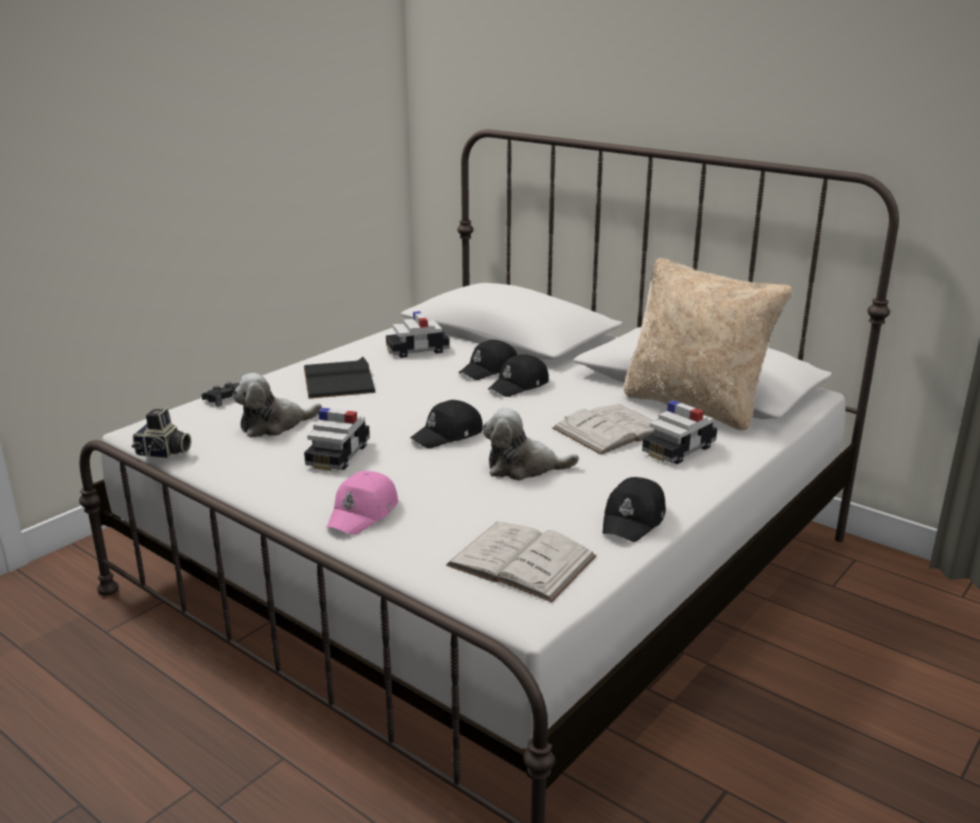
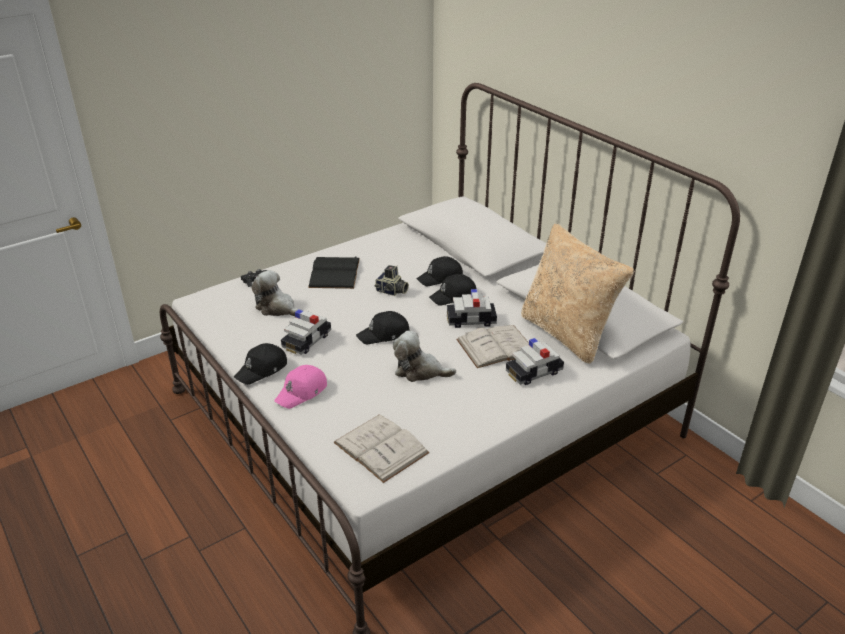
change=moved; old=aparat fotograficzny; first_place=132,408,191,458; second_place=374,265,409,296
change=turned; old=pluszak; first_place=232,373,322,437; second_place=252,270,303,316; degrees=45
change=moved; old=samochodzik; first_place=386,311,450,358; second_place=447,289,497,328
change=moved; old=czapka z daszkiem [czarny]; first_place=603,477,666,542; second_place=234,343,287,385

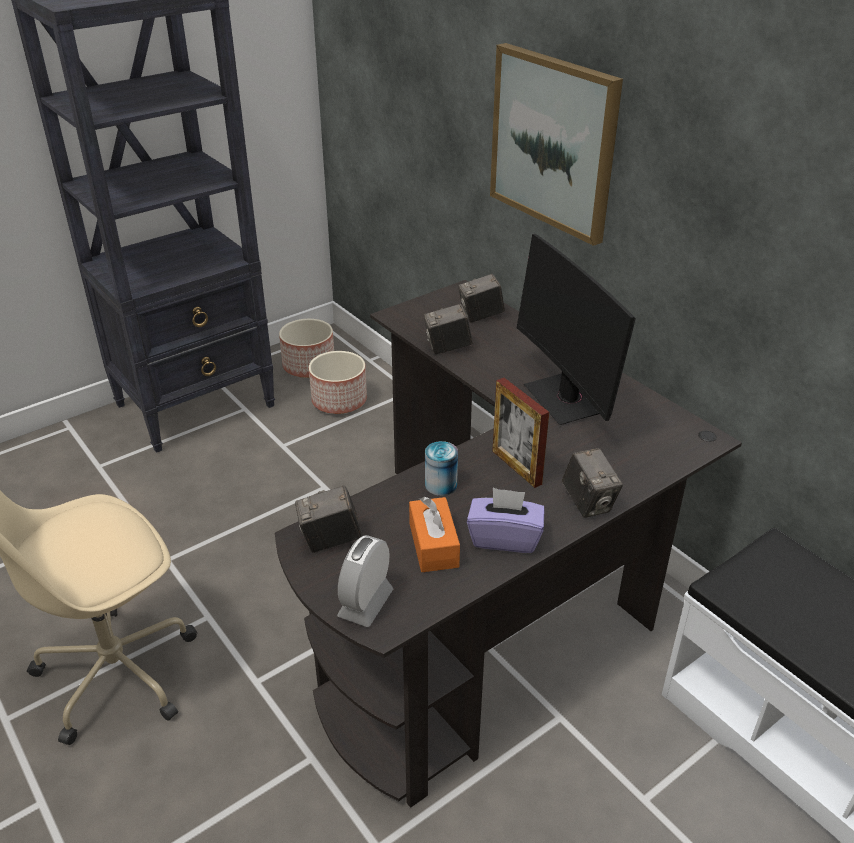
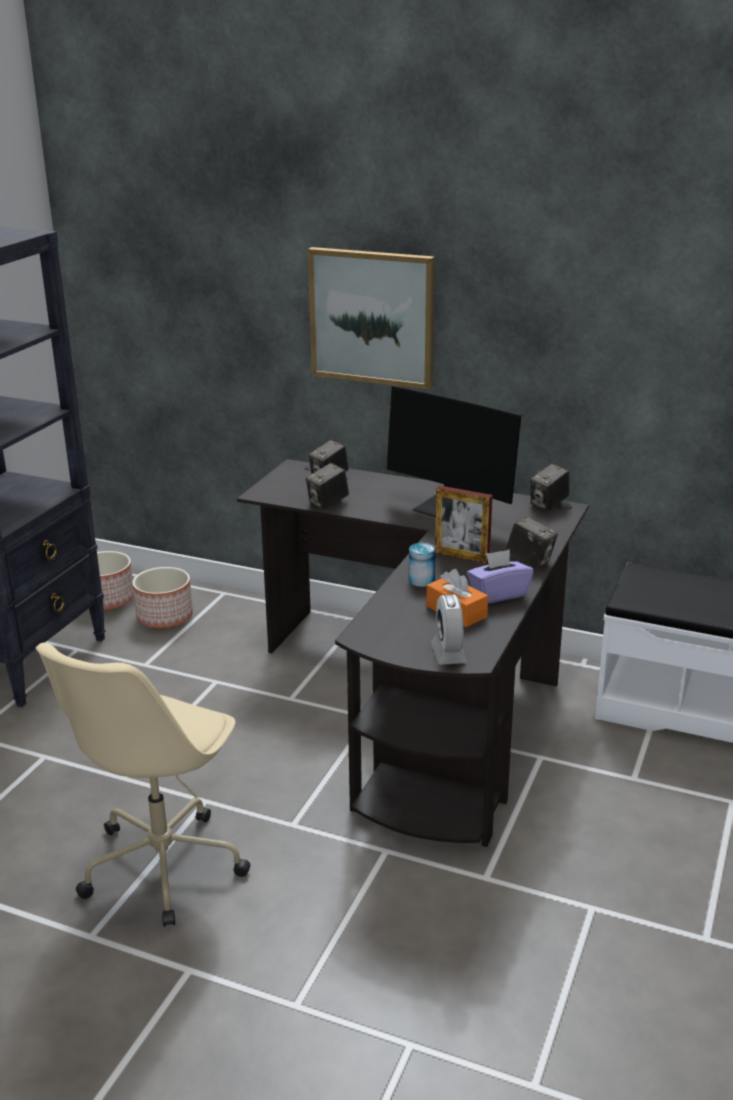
change=moved; old=aparat fotograficzny; first_place=295,485,362,553; second_place=530,463,569,511

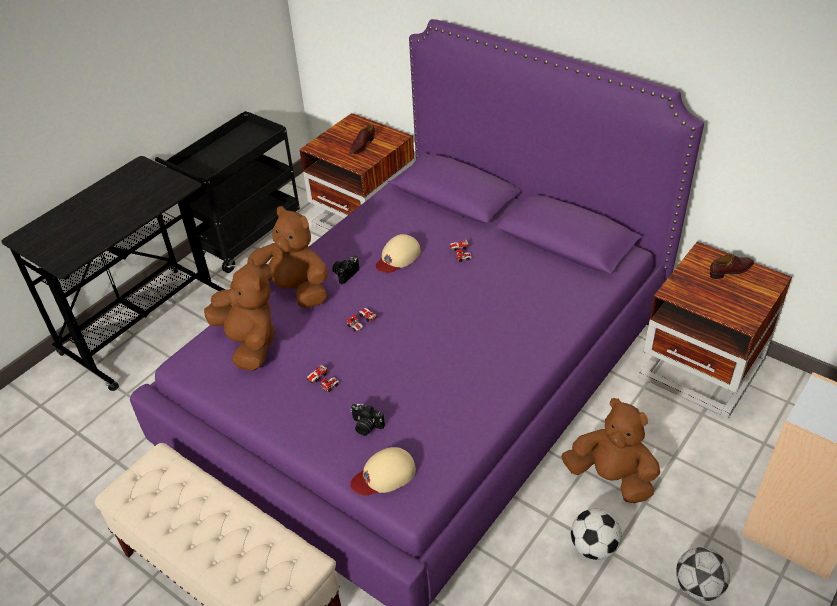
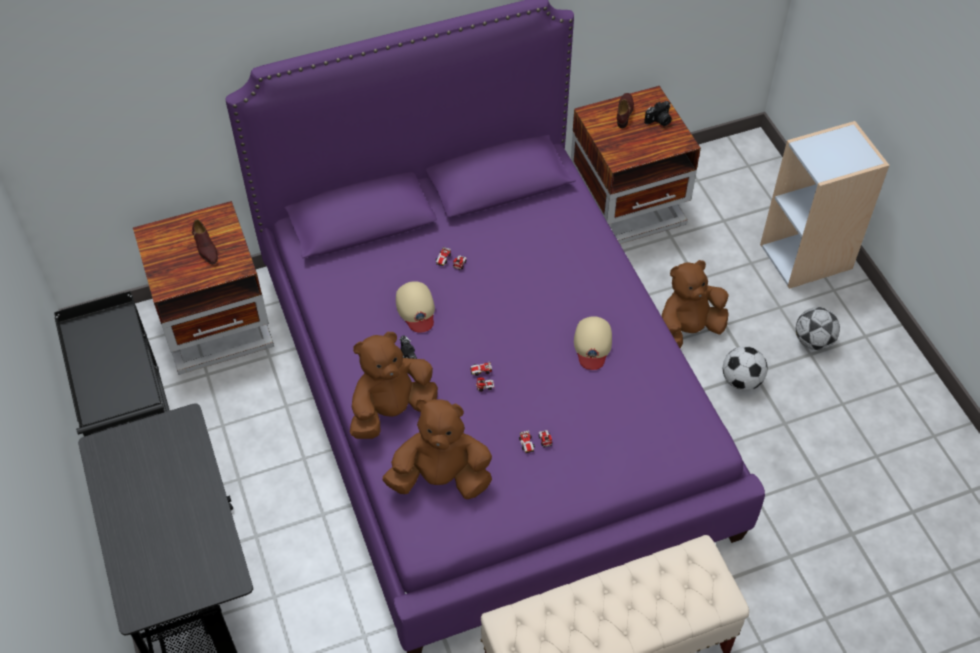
change=moved; old=czapka z daszkiem [beżowy]; first_place=350,447,416,496; second_place=574,316,612,370
change=moved; old=aparat fotograficzny; first_place=351,404,385,436; second_place=644,101,672,126

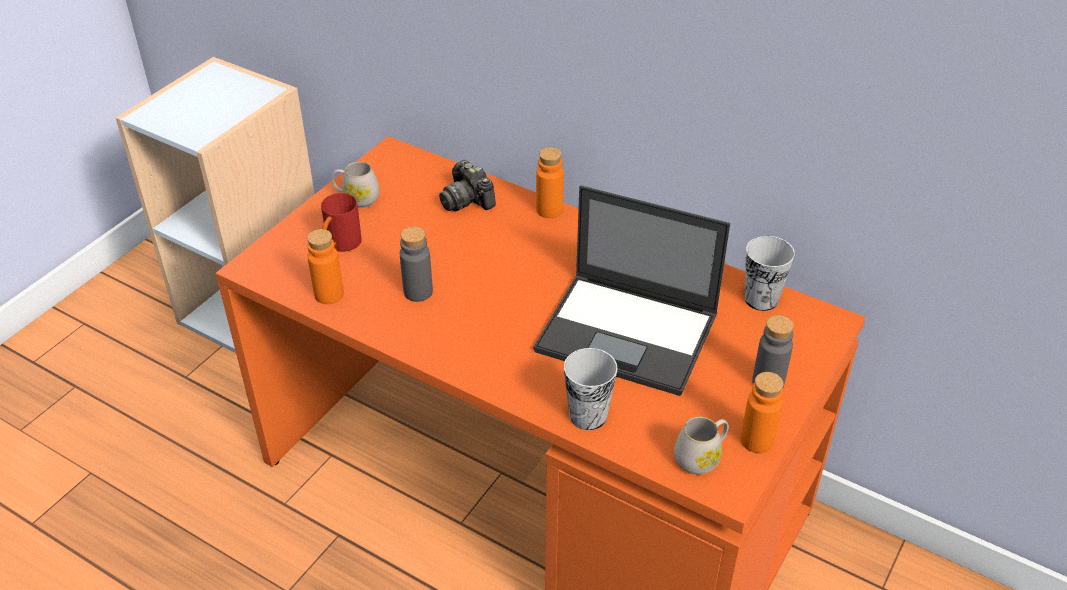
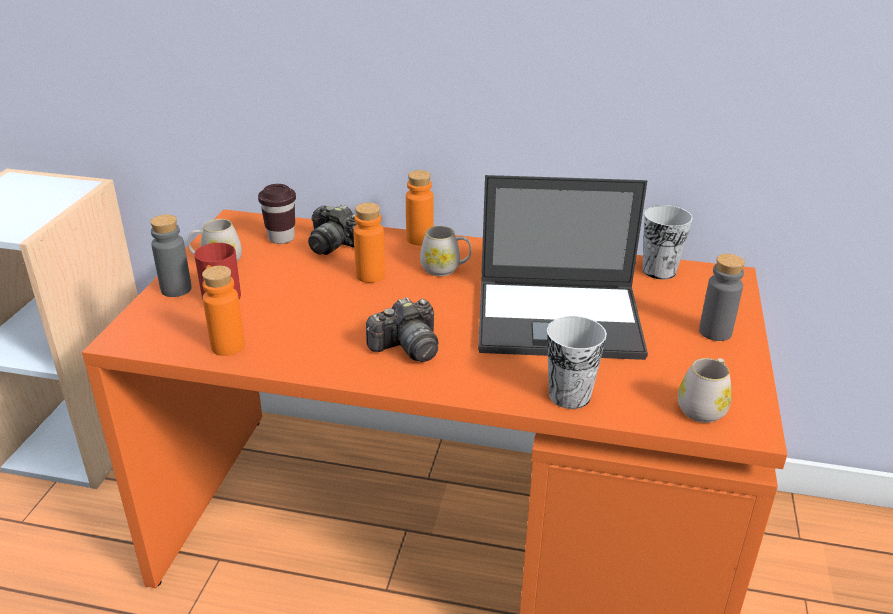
change=moved; old=butelka [szary]; first_place=400,227,433,302; second_place=150,215,192,297
change=moved; old=butelka [pomarańczowy]; first_place=740,372,784,453; second_place=353,203,385,283
change=added; new=filiżanka [brązowy]; second_place=258,184,296,244
change=added; new=aparat fotograficzny; second_place=366,297,438,362
change=added; new=kubek [biały]; second_place=420,226,471,276

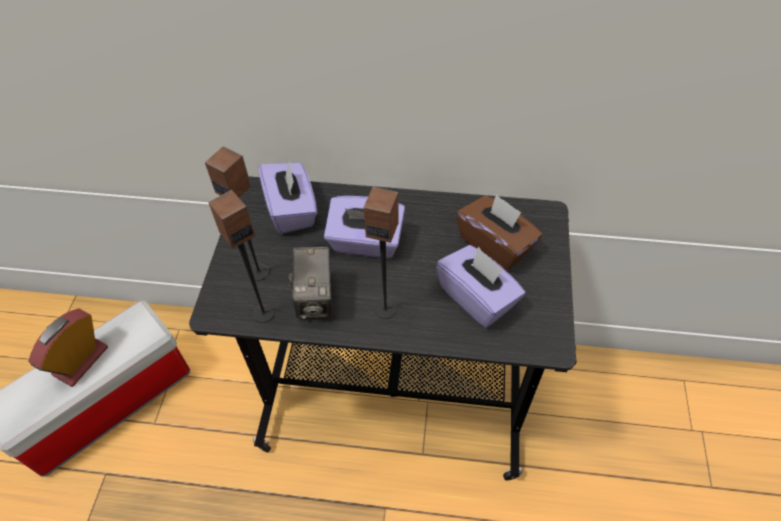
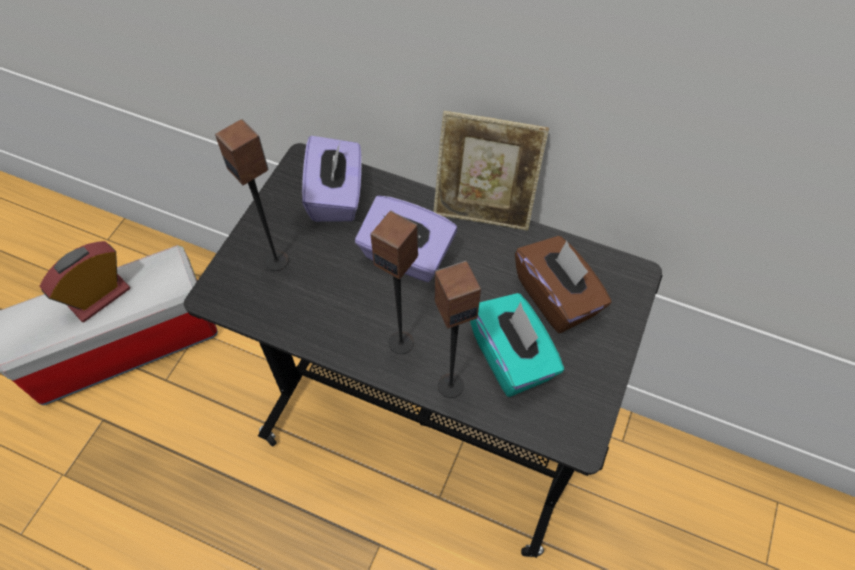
change=moved; old=głośnik; first_place=208,190,275,323; second_place=435,261,481,398
change=removed; old=aparat fotograficzny; first_place=289,247,332,319
change=recoloured; old=pudełko chusteczek [fioletowy]; new=pudełko chusteczek [turkusowy]; first_place=436,245,525,328; second_place=470,293,564,397
change=added; new=ramka na zdjęcie; second_place=433,111,549,231

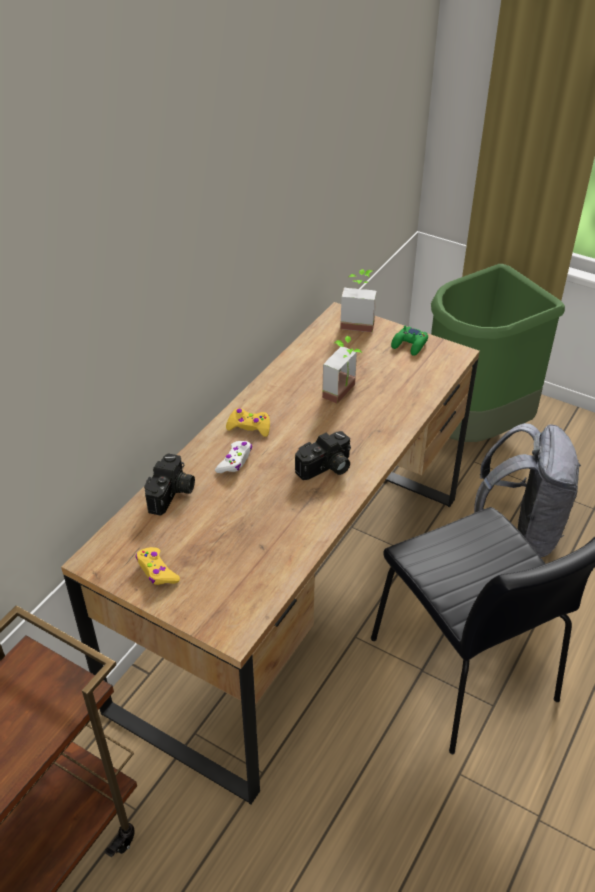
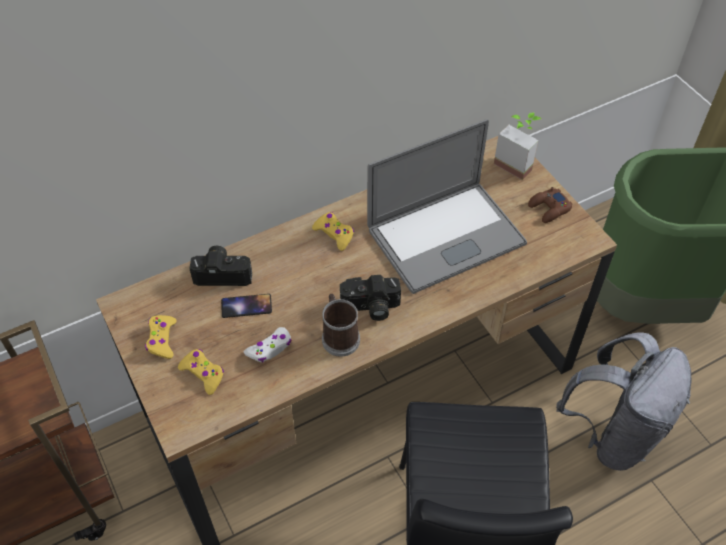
change=turned; old=aparat fotograficzny; first_place=144,454,195,516; second_place=189,246,252,286; degrees=-135
change=moved; old=pad do gier [biały]; first_place=215,441,252,473; second_place=244,327,292,362
change=replaced; old=roślina doniczkowa; new=laptop; first_place=322,336,362,404; second_place=367,119,527,294
change=recoloured; old=pad do gier [zielony]; new=pad do gier [brązowy]; first_place=391,325,428,356; second_place=528,187,572,223
change=added; new=pad do gier [żółty]; second_place=178,349,224,395
change=added; new=telefon; second_place=221,294,272,318
change=added; new=kubek; second_place=322,294,360,357

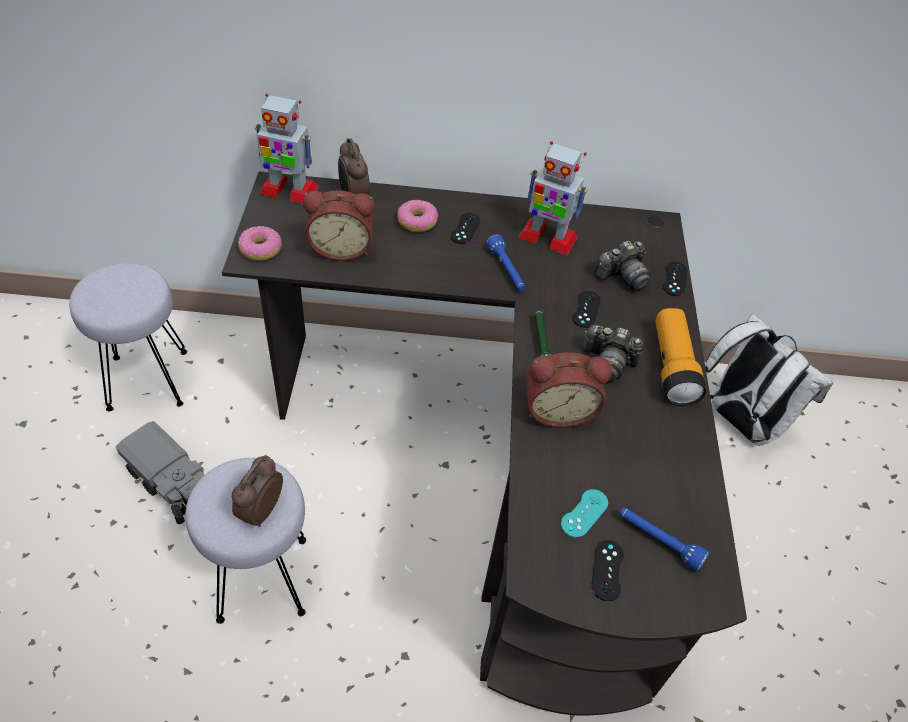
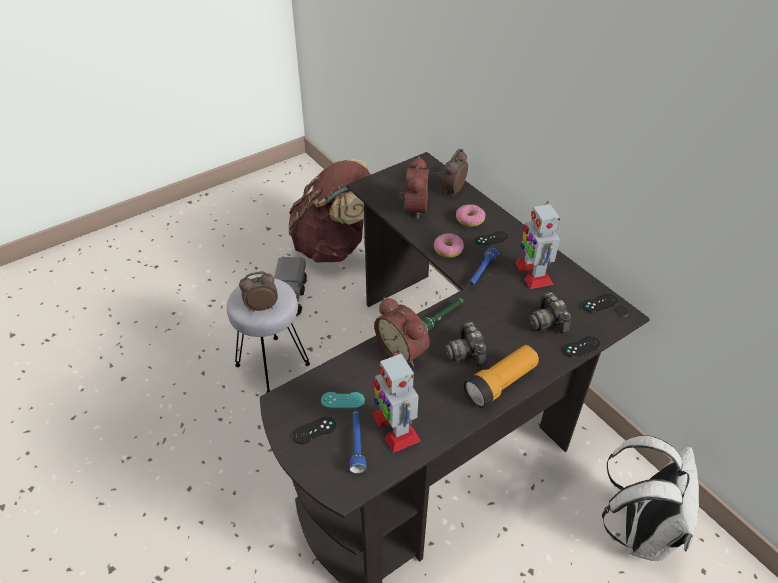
change=replaced; old=stołek [szary]; new=plecak [brązowy]; first_place=69,263,187,411; second_place=288,159,371,263
change=moved; old=donut; first_place=238,226,282,261; second_place=434,233,464,258
change=moved; old=robot zabawkowy; first_place=255,94,319,203; second_place=372,351,421,453
change=turned; old=budzik; first_place=303,190,375,261; second_place=400,157,429,219; degrees=-135
change=moved; old=pad do gier [czarny]; first_place=573,291,601,328; second_place=582,294,618,312
change=turned; old=aparat fotograficzny; first_place=593,241,651,291; second_place=528,292,571,334; degrees=45

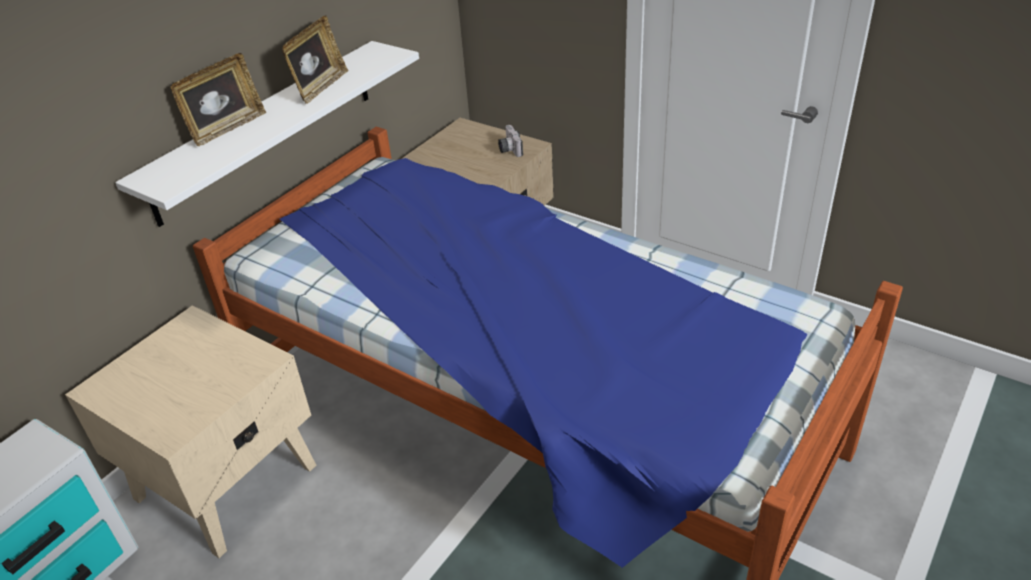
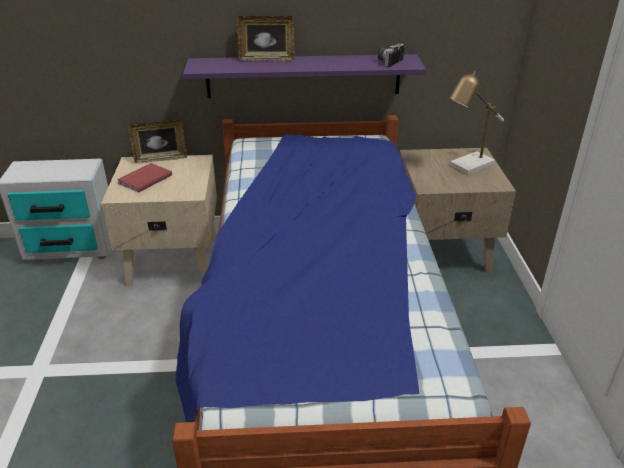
change=recoloured; old=półka [biały]; new=półka [fioletowy]; first_place=115,41,419,227; second_place=183,54,426,98
change=moved; old=ramka na zdjęcie; first_place=282,15,348,104; second_place=129,120,187,163
change=moved; old=aparat fotograficzny; first_place=498,125,523,157; second_place=378,43,405,67
change=added; new=książka [czerwony]; second_place=117,163,172,193
change=added; new=lampa stołowa; second_place=449,71,504,175

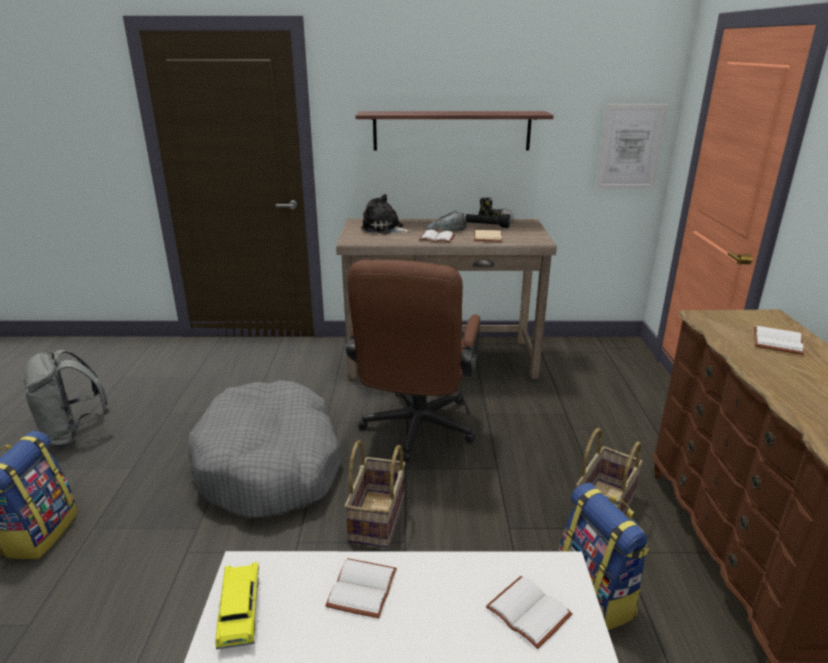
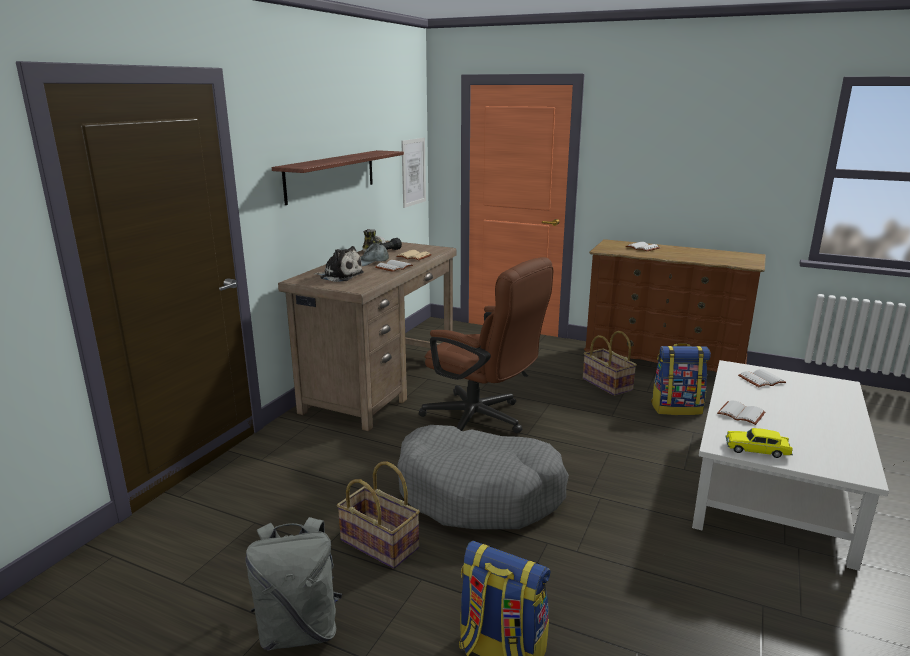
change=moved; old=koszyk; first_place=344,440,406,547; second_place=337,462,420,569
change=turned; old=pluszak; first_place=361,194,412,234; second_place=314,246,364,282; degrees=-120

